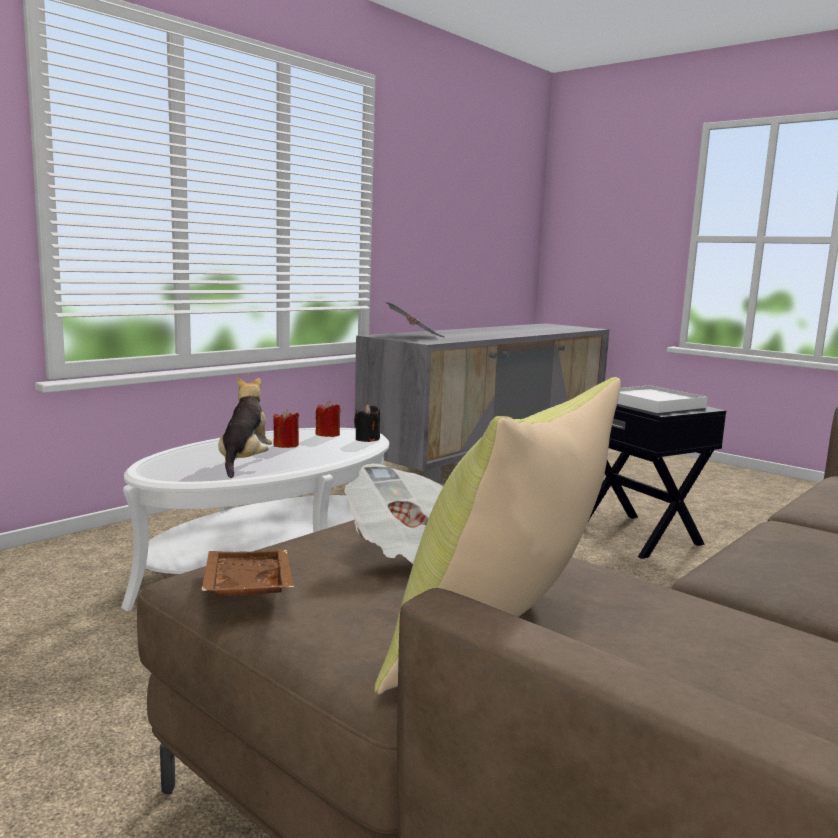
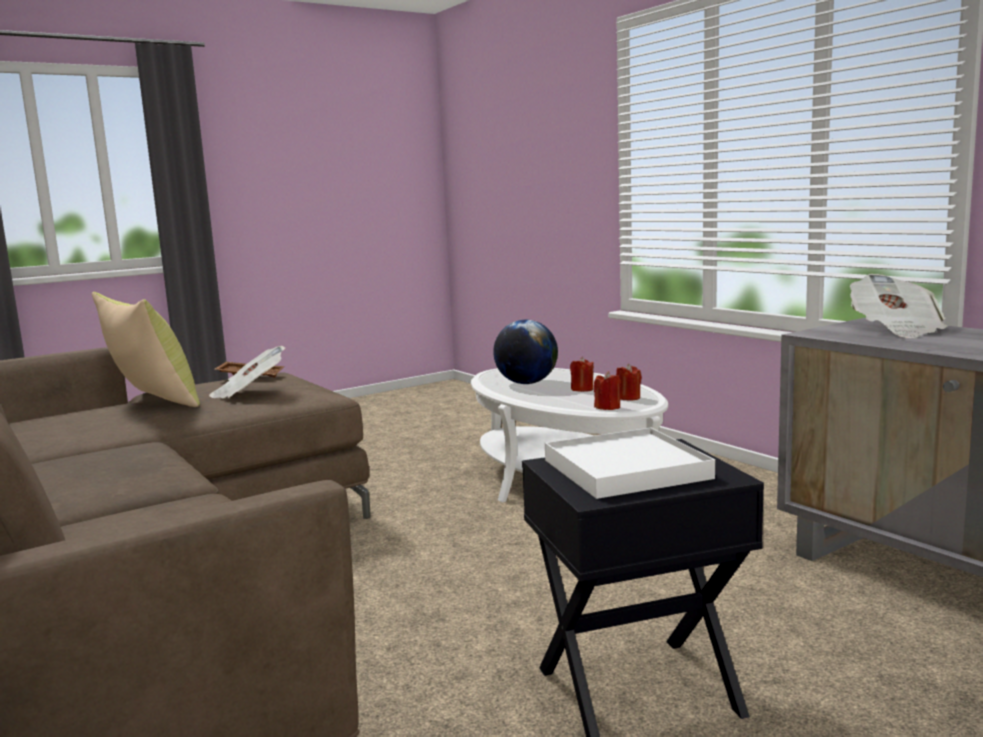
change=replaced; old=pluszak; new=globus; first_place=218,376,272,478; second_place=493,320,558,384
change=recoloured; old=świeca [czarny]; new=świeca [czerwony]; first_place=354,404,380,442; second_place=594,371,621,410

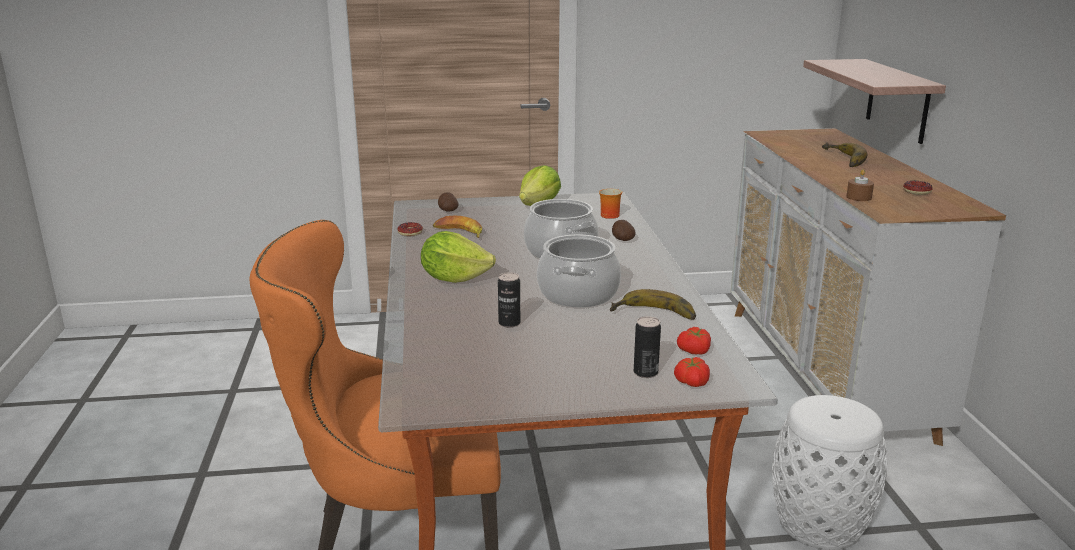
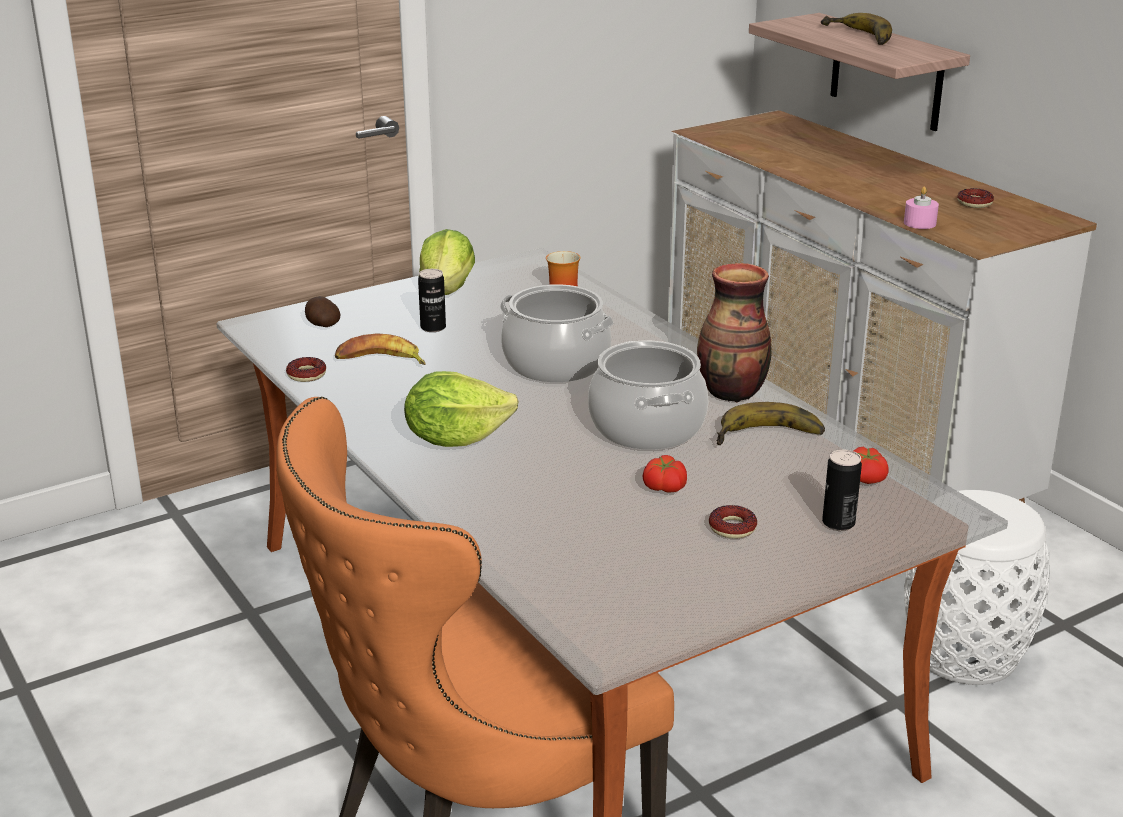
change=moved; old=puszka; first_place=498,272,520,327; second_place=418,269,446,332
change=removed; old=ziemniak; first_place=612,220,636,241
change=moved; old=pomidor; first_place=674,357,710,387; second_place=643,455,687,493
change=moved; old=banan; first_place=822,143,867,167; second_place=821,13,892,45
change=recoloured; old=świeca [brązowy]; new=świeca [różowy]; first_place=846,169,874,201; second_place=904,186,939,229
change=added; new=wazon; second_place=697,263,772,403
change=added; new=donut; second_place=709,505,757,539

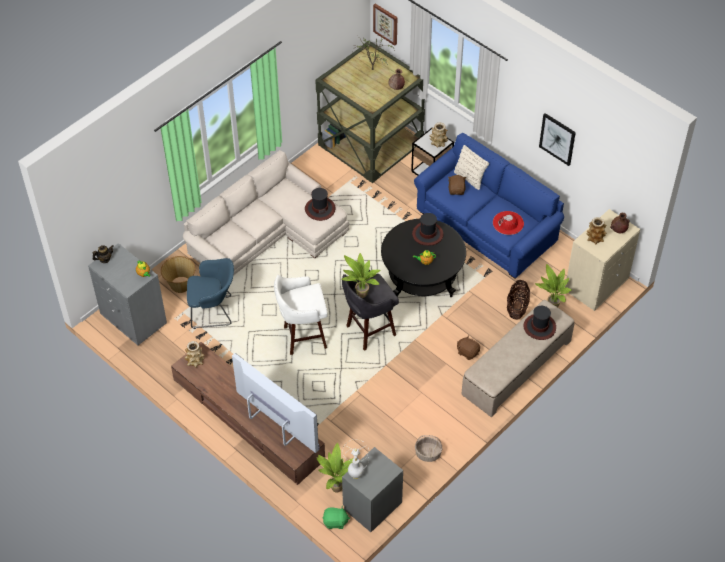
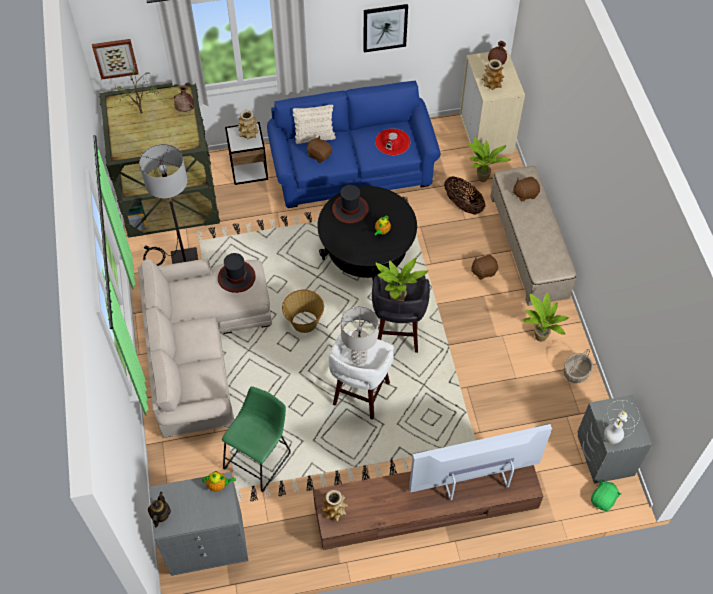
change=moved; old=koszyk; first_place=161,256,195,293; second_place=282,290,324,333
change=replaced; old=fotel [niebieski]; new=stołek [zielony]; first_place=187,258,234,329; second_place=222,386,291,492
change=moved; old=roślina doniczkowa; first_place=316,443,353,493; second_place=522,292,569,342
change=replaced; old=kapelusz; new=pluszak [brązowy]; first_place=523,306,556,340; second_place=512,177,540,202
change=added; new=lampa stojąca; second_place=139,144,198,266
change=added; new=lampa stołowa [biały]; second_place=341,306,378,365

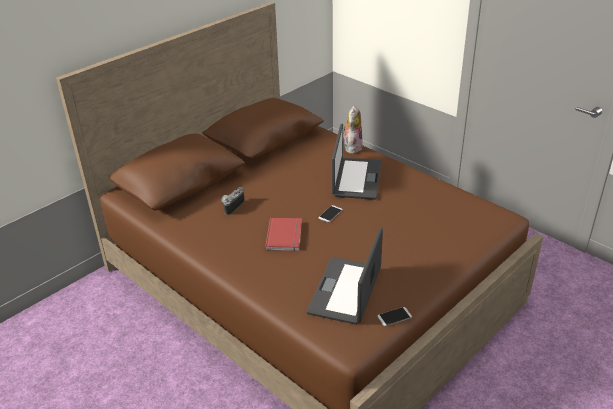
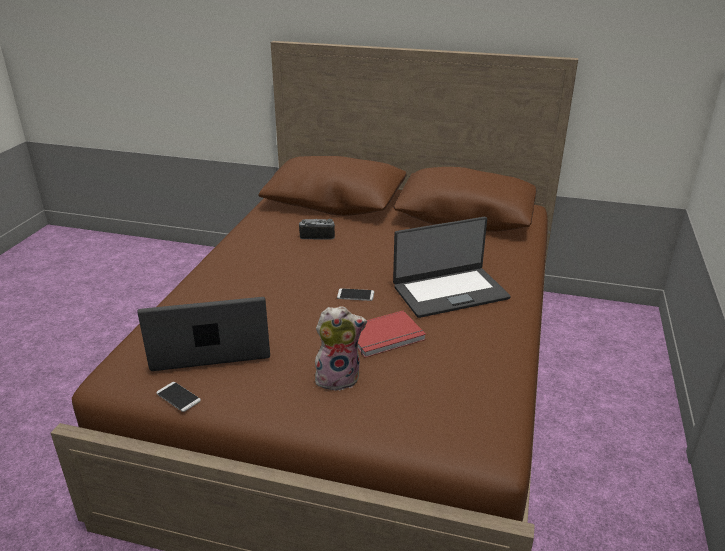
change=moved; old=książka [czerwony]; first_place=265,218,302,251; second_place=358,311,426,358
change=moved; old=pluszak; first_place=343,106,363,154; second_place=315,306,367,391

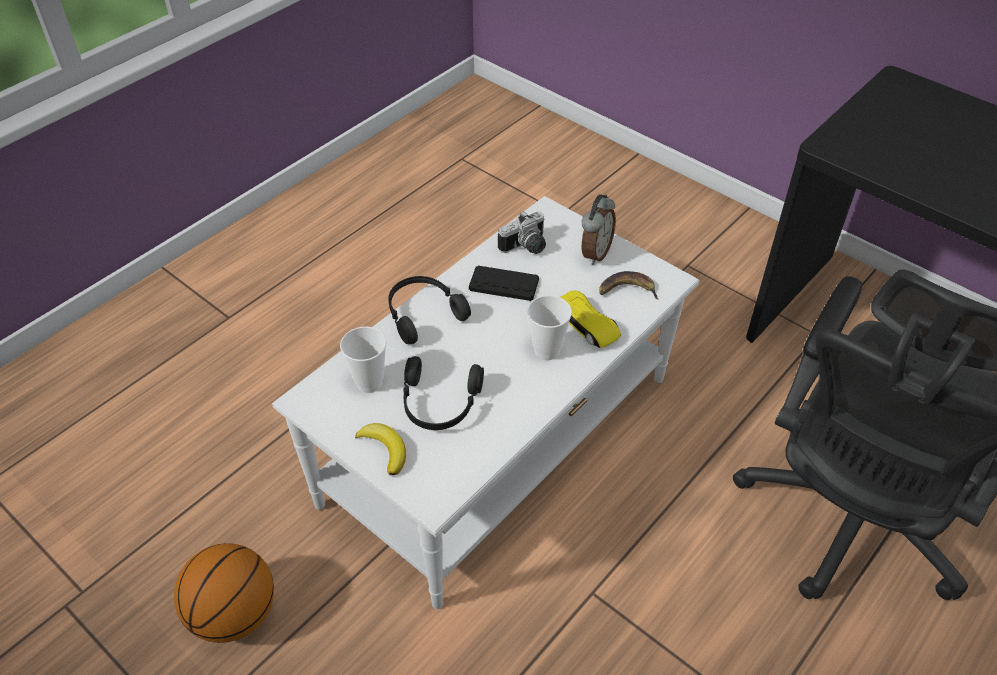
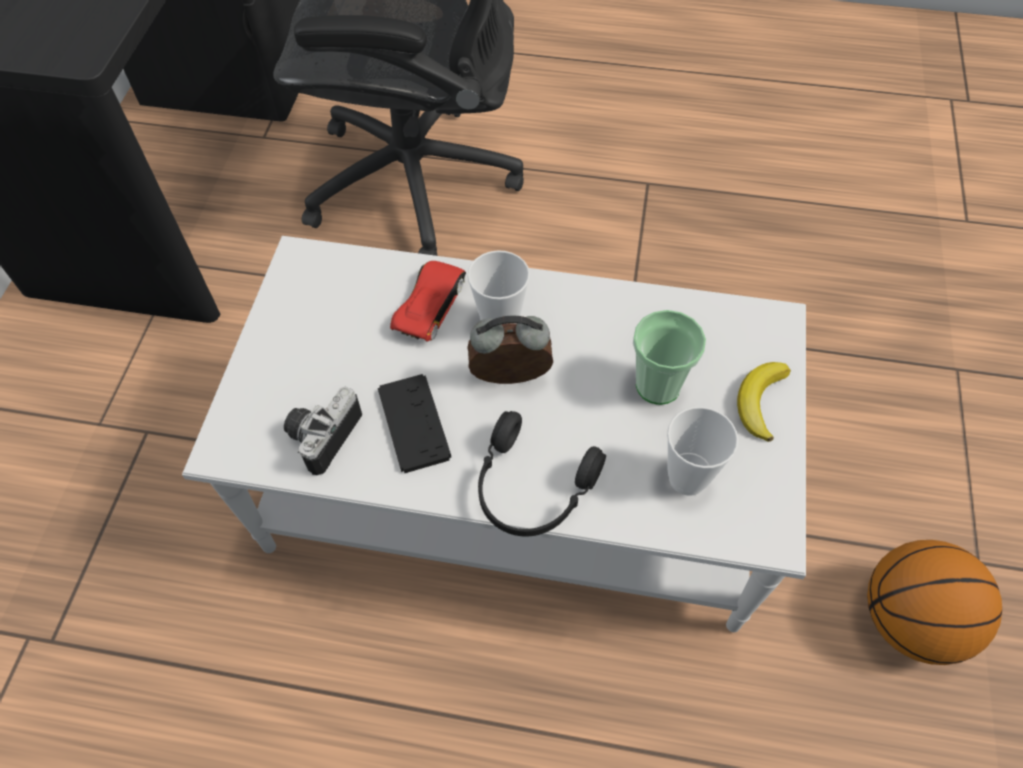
change=replaced; old=słuchawki [czarny]; new=filiżanka; first_place=403,356,484,430; second_place=633,310,706,405
change=turned; old=aparat fotograficzny; first_place=498,211,546,254; second_place=284,387,362,475; degrees=-90
change=recoloured; old=samochodzik [żółty]; new=samochodzik [czerwony]; first_place=560,291,621,348; second_place=390,261,466,342
change=moved; old=budzik; first_place=582,194,616,265; second_place=468,316,553,384
change=removed; old=banan; first_place=599,271,659,300

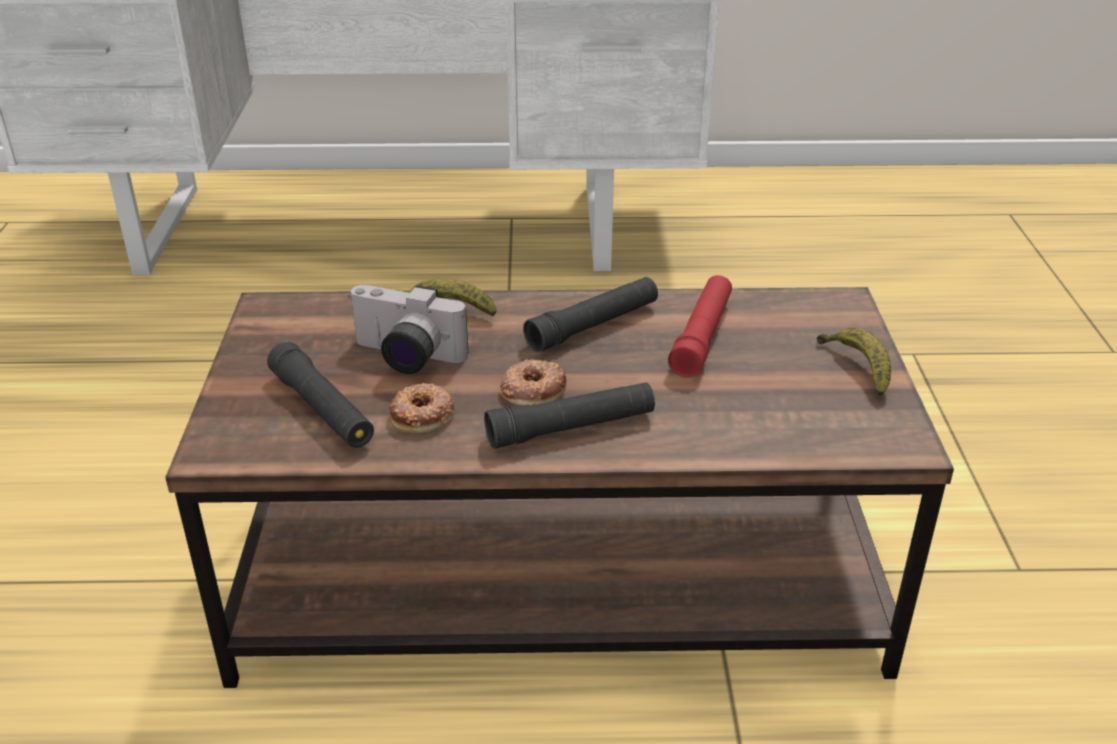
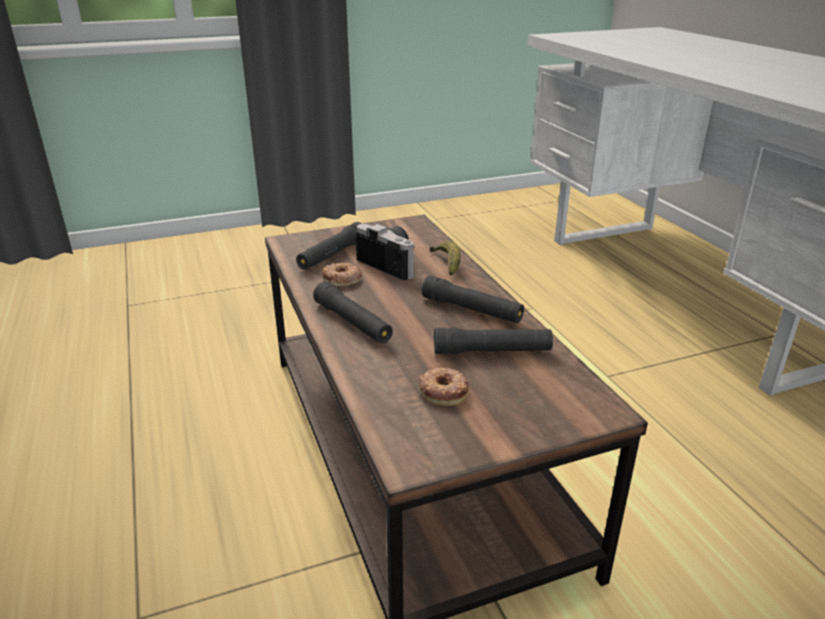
change=turned; old=aparat fotograficzny; first_place=348,285,468,374; second_place=355,224,415,280; degrees=135
change=moved; old=donut; first_place=500,359,567,406; second_place=419,368,469,406
change=recoloured; old=latarka [czerwony]; new=latarka [czarny]; first_place=668,275,732,378; second_place=434,328,553,354
change=removed; old=banan; first_place=817,327,891,396

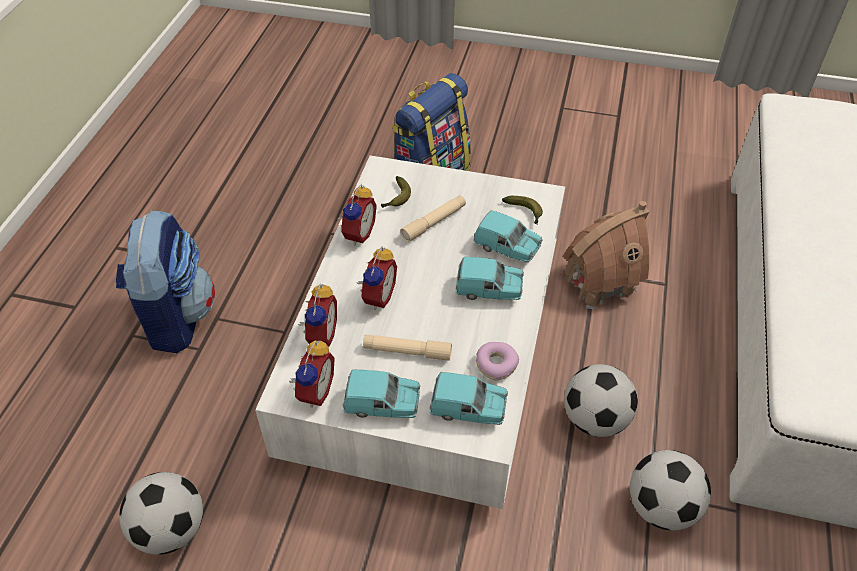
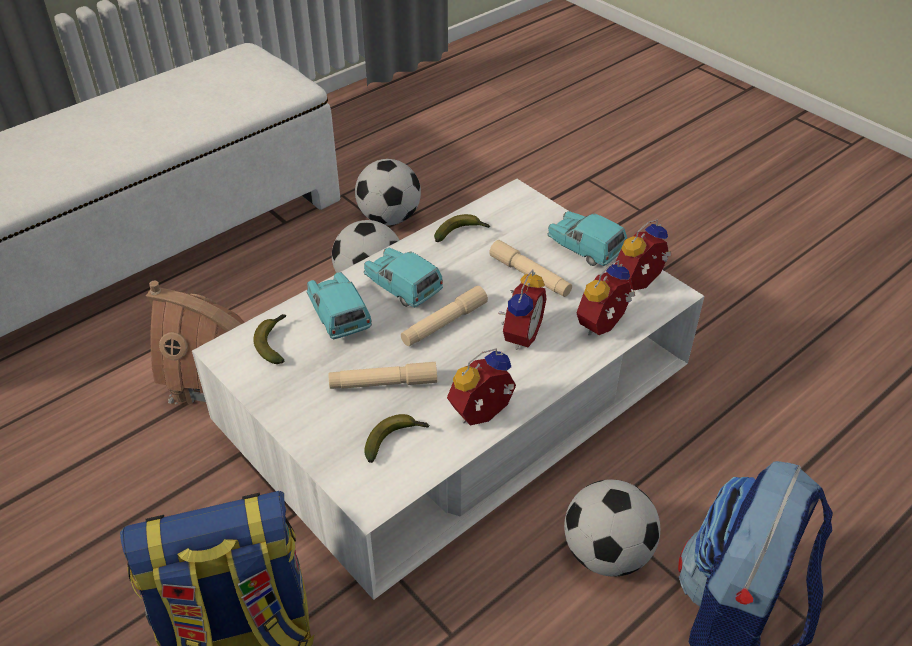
change=moved; old=piłka futbolowa; first_place=119,472,203,555; second_place=564,479,660,577
change=turned; old=budzik; first_place=357,246,397,310; second_place=499,269,547,350; degrees=150
change=removed; old=samochodzik [turkusowy]; first_place=430,372,508,425
change=replaced; old=donut; new=banan; first_place=476,342,519,380; second_place=434,214,490,242
change=added; new=latarka [beżowy]; second_place=401,286,488,346

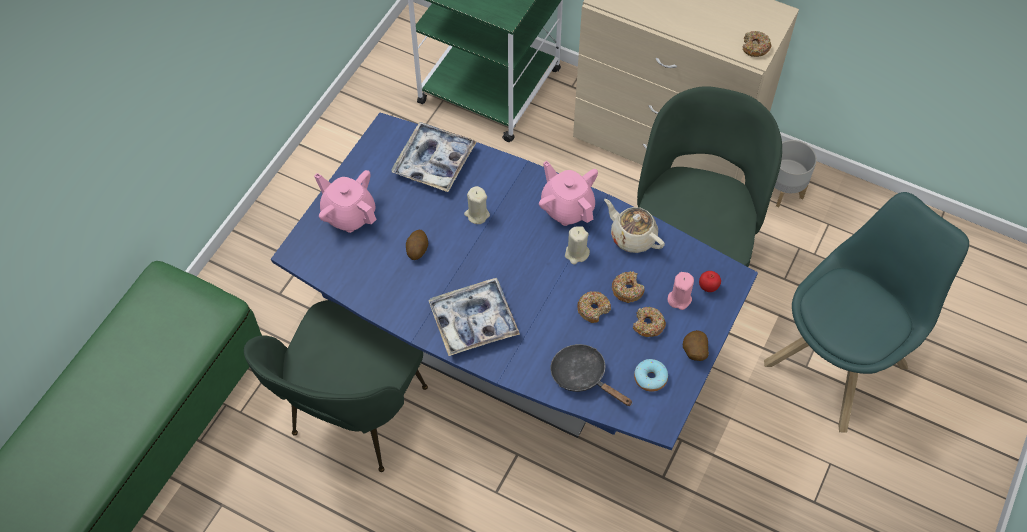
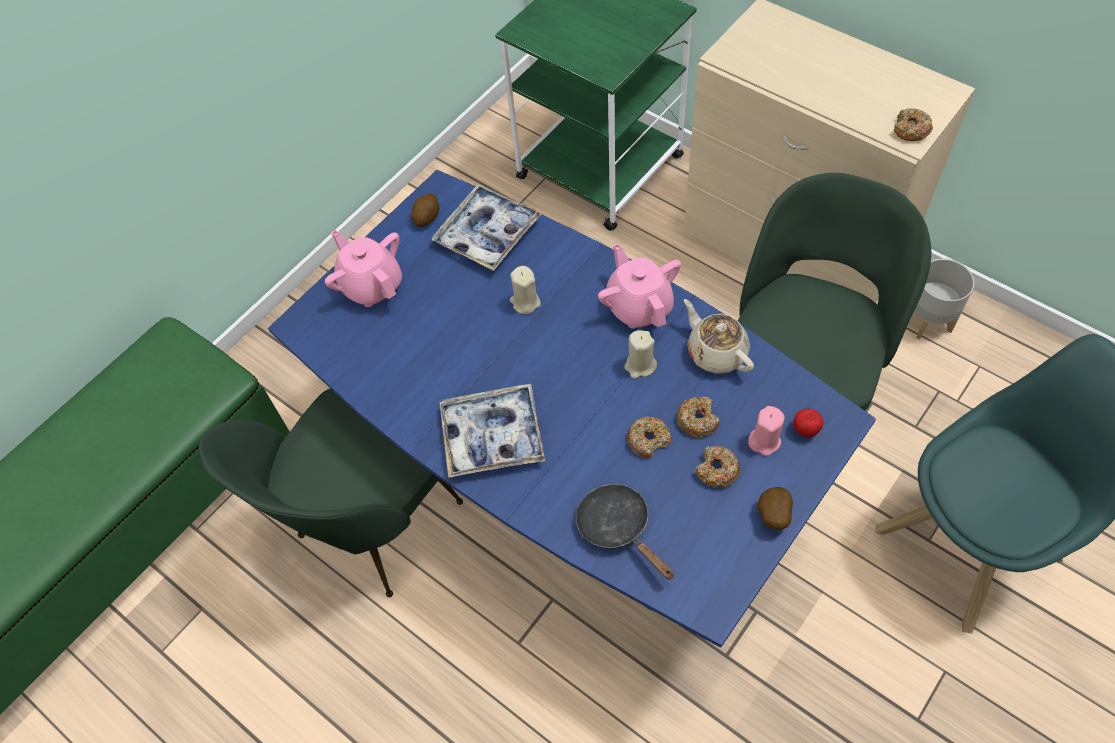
change=moved; old=ziemniak; first_place=406,230,428,260; second_place=411,194,439,227
change=removed; old=donut; first_place=634,359,668,392

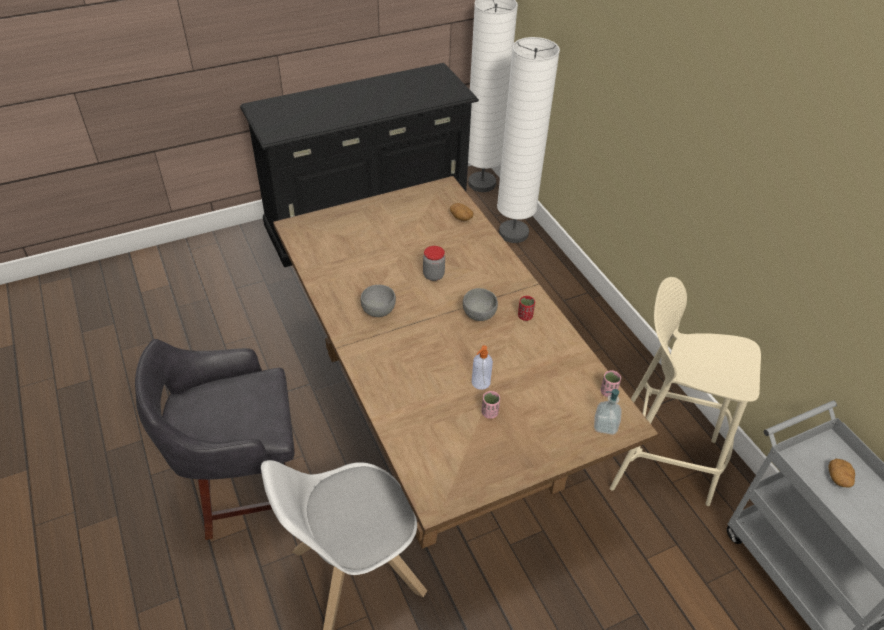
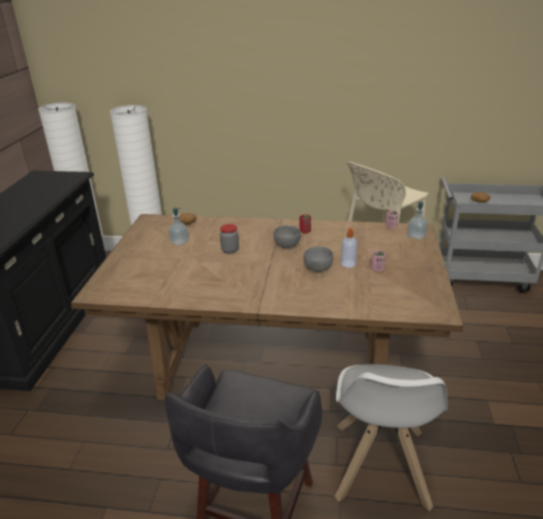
change=moved; old=miska [szary]; first_place=361,285,396,317; second_place=304,246,333,272
change=added; new=dozownik mydła; second_place=168,208,189,246

